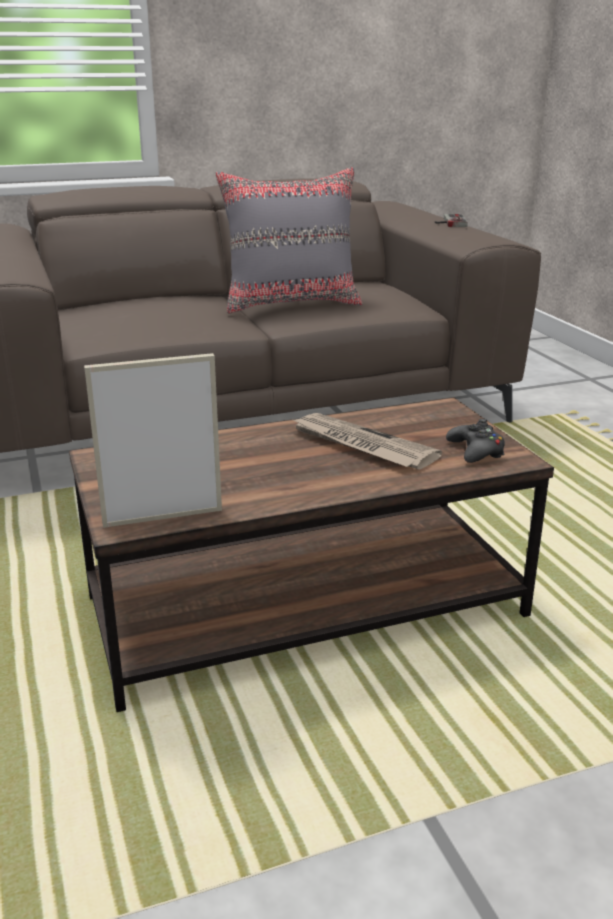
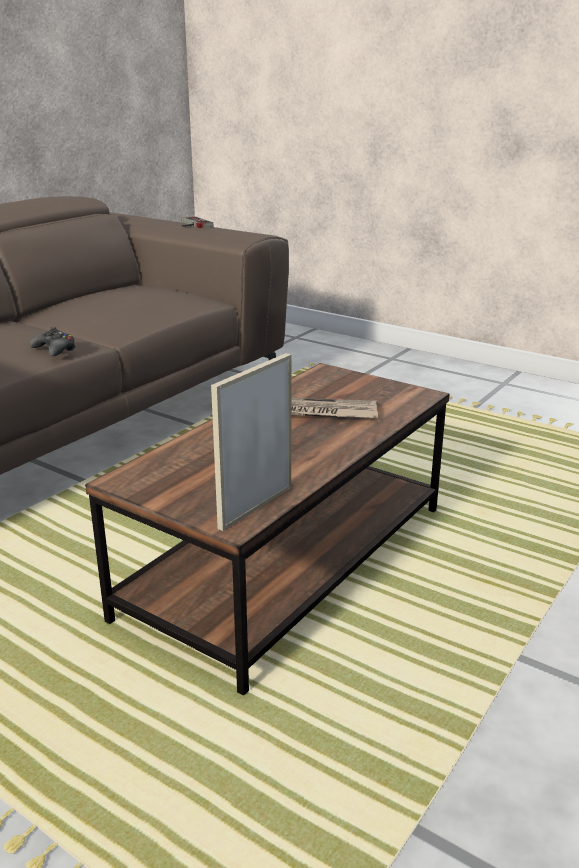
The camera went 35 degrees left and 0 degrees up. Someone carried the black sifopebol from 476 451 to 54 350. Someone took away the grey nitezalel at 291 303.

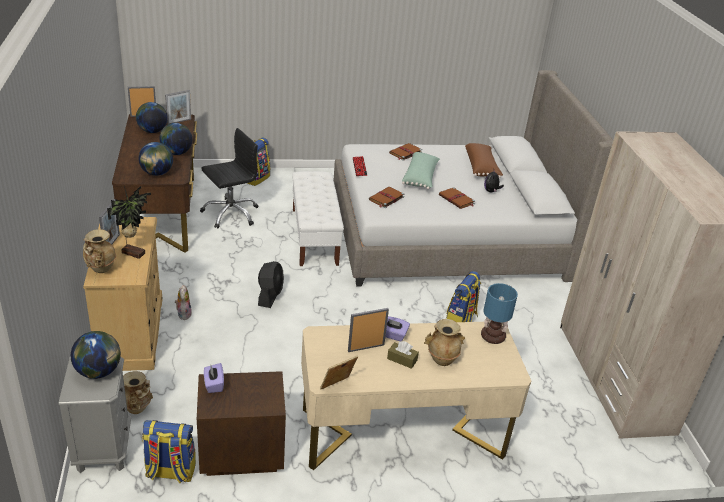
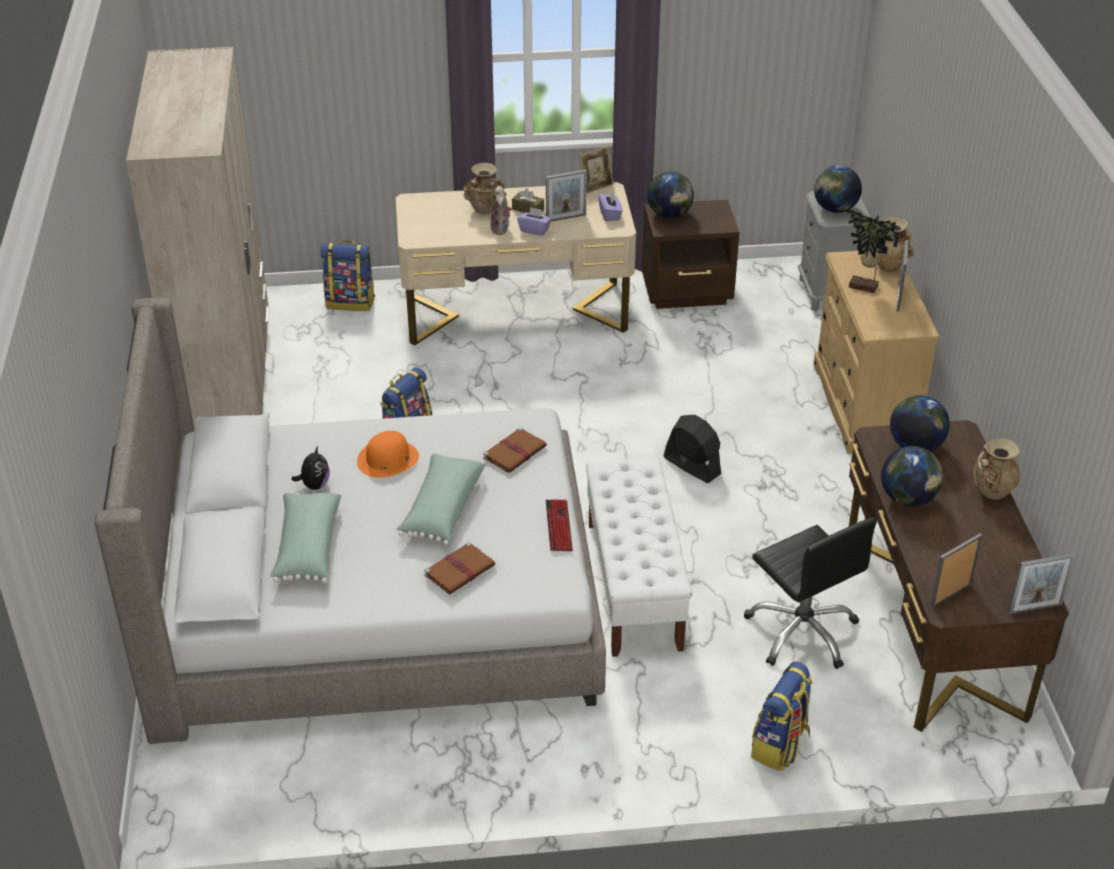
The camera went 175 degrees left and 5 degrees up. Someone repainted the brown nitezalel at 481 167, which became the green nitezalel at 307 547. Someone carried the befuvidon from 170 472 to 351 302. Someone swapped the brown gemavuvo at 457 200 for the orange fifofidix at 387 459. Someone carried the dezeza from 183 314 to 501 229. Someone carried the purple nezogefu from 214 384 to 610 214. Someone carried the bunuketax from 152 131 to 669 215. Someone rotated the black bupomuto at 270 295 by 120 degrees clockwise. Someone rotated the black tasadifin at 230 213 by 90 degrees counterclockwise. Someone carried the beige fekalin from 138 408 to 990 493. Someone took away the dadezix at 491 337.

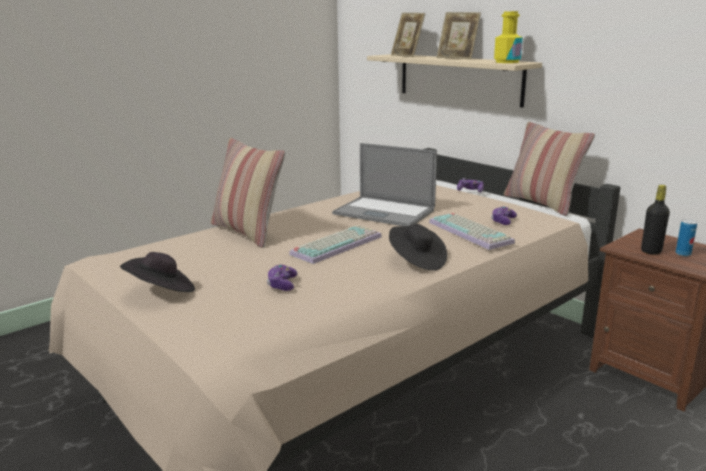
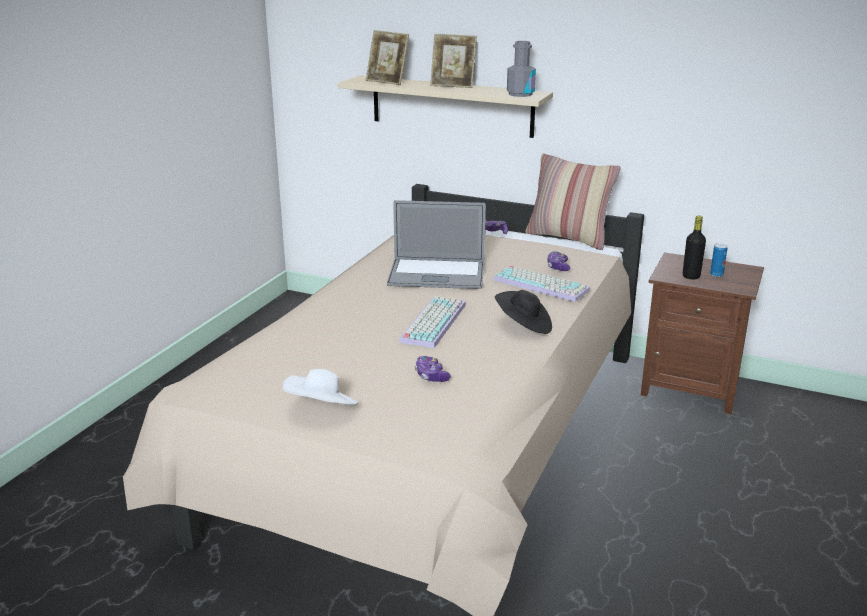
The camera went 25 degrees left and 5 degrees up. Someone repainted the black fifofidix at 161 291, which became the white fifofidix at 322 409. Someone repainted the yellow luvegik at 507 62, which became the grey luvegik at 520 94. Someone took away the nitezalel at 248 232.

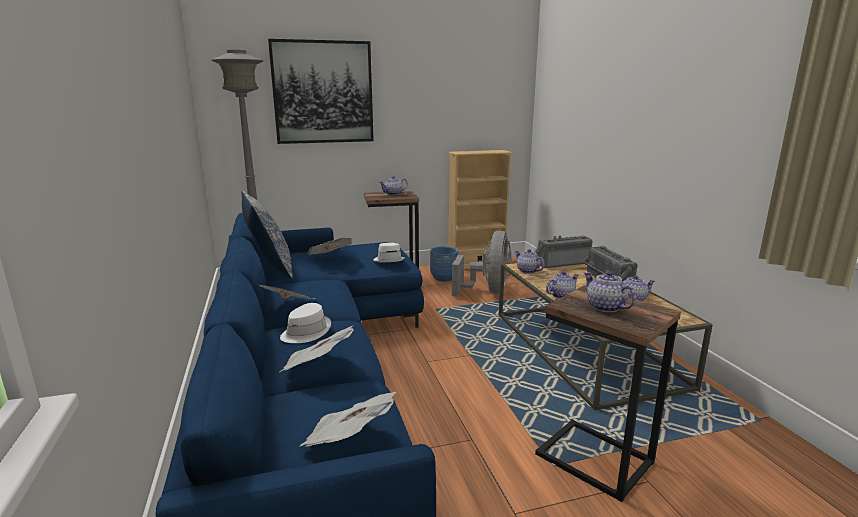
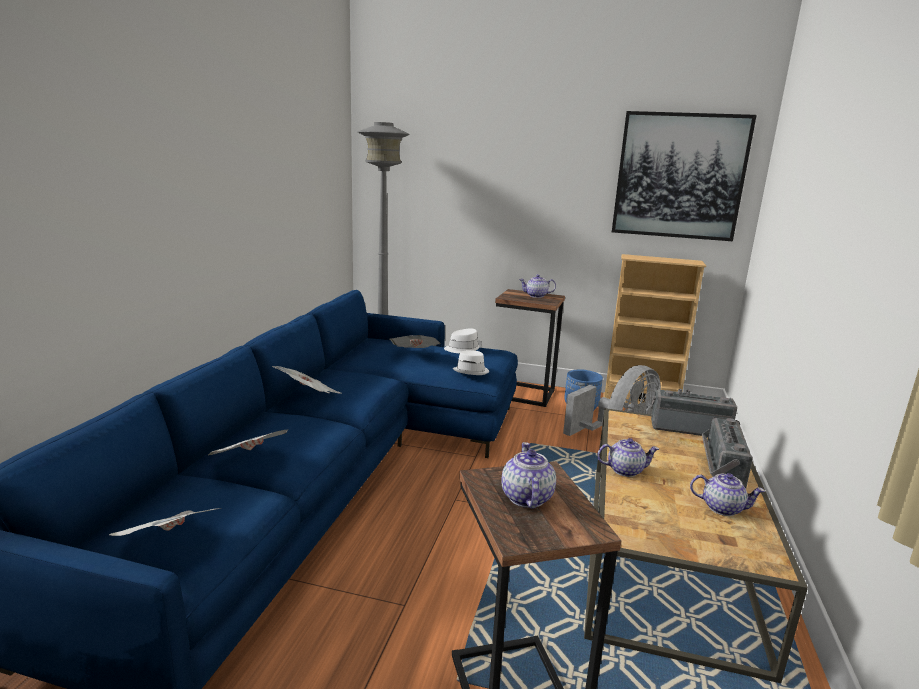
The camera went 30 degrees right and 0 degrees up. Someone carried the white fifofidix from 306 332 to 463 348. Someone carried the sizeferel from 323 92 to 679 176. Someone took away the nitezalel at 270 269. Someone took away the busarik at 527 271.

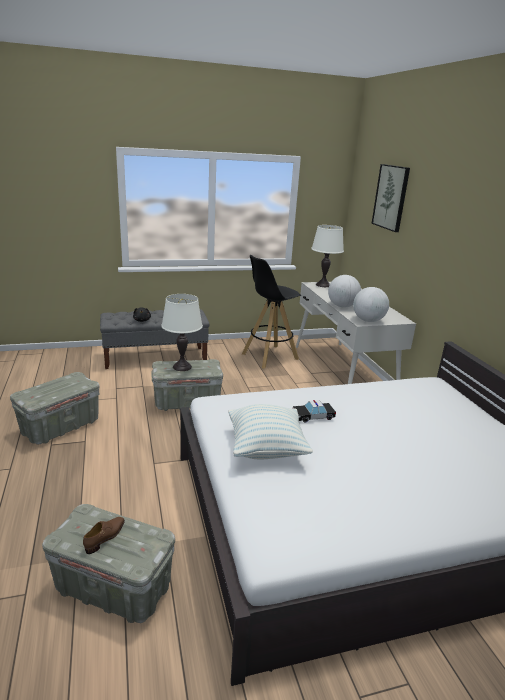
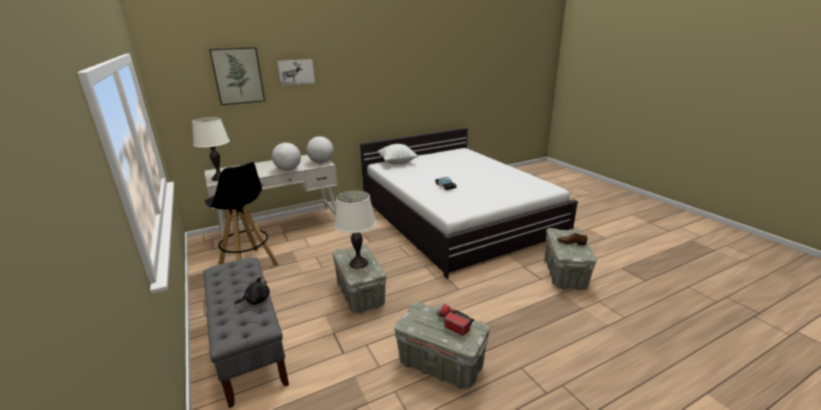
The camera went 100 degrees left and 0 degrees up. Someone put up the sizeferel at 296 72. Someone carried the nitezalel from 266 448 to 397 162. Someone put down the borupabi at 453 323.

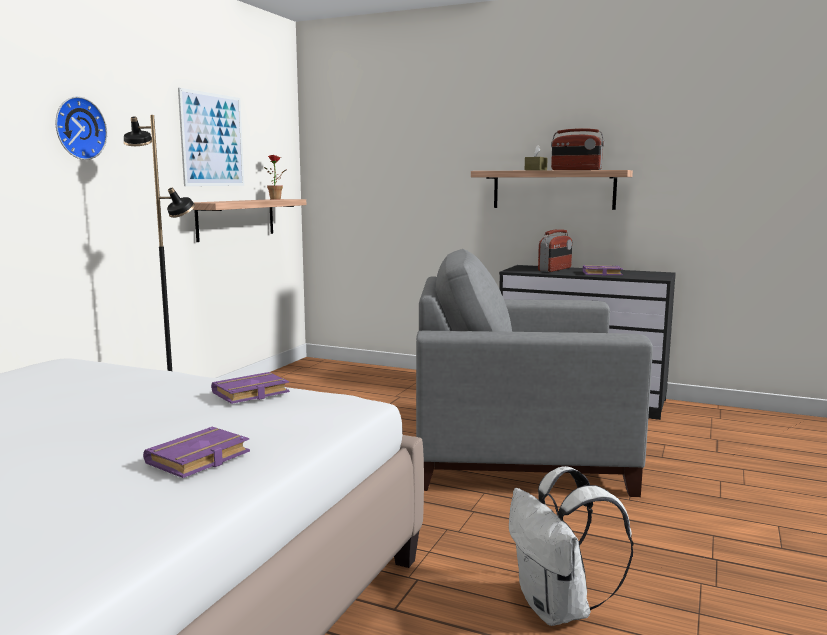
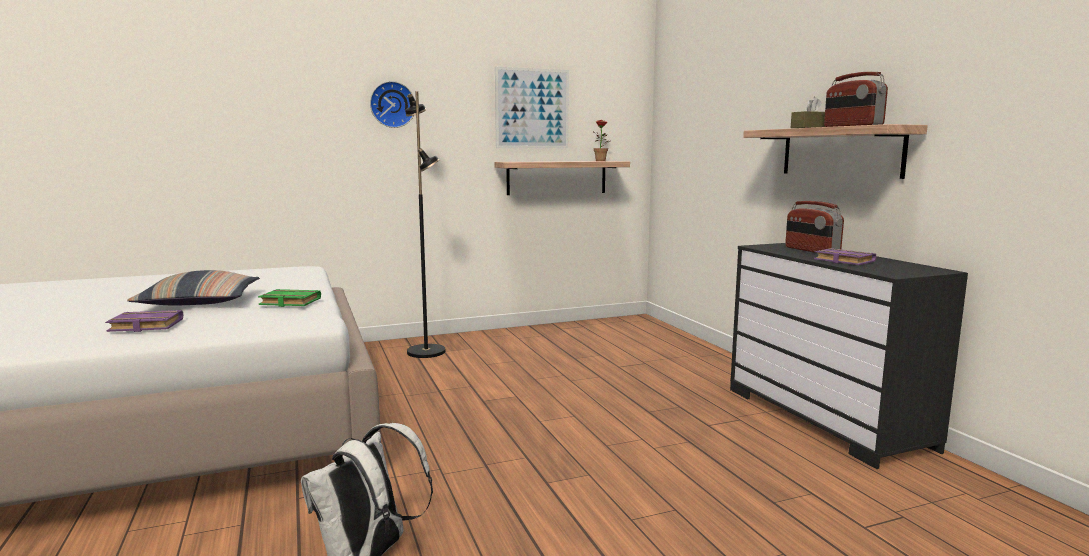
The camera went 45 degrees right and 0 degrees up. Someone put down the nitezalel at 200 303. Someone repainted the purple gemavuvo at 250 394, which became the green gemavuvo at 288 302. Someone rotated the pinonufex at 555 269 by 75 degrees clockwise. Someone took away the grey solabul at 522 451.

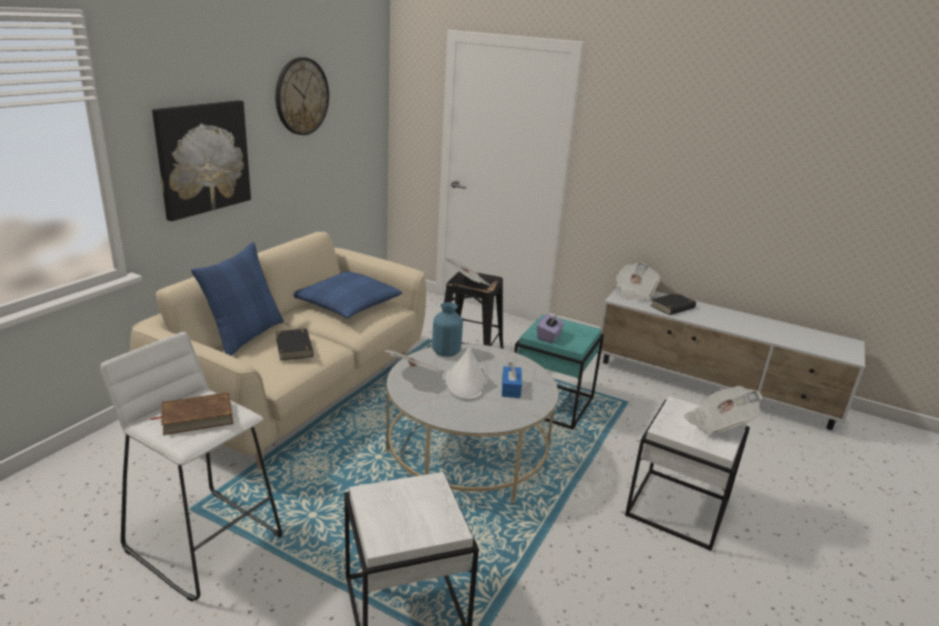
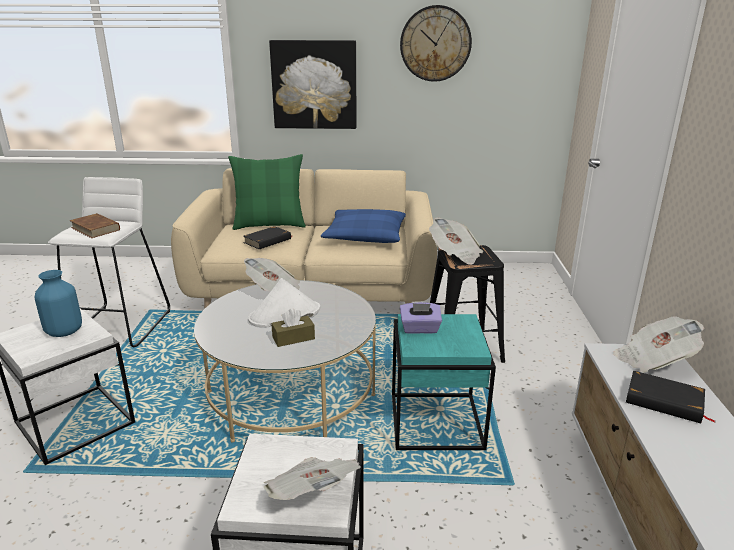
The camera went 65 degrees right and 0 degrees up. Someone carried the blue fekalin from 446 353 to 64 332. Someone repainted the blue nitezalel at 245 336, which became the green nitezalel at 269 225. Someone repainted the blue nezogefu at 511 388, which became the brown nezogefu at 293 338.

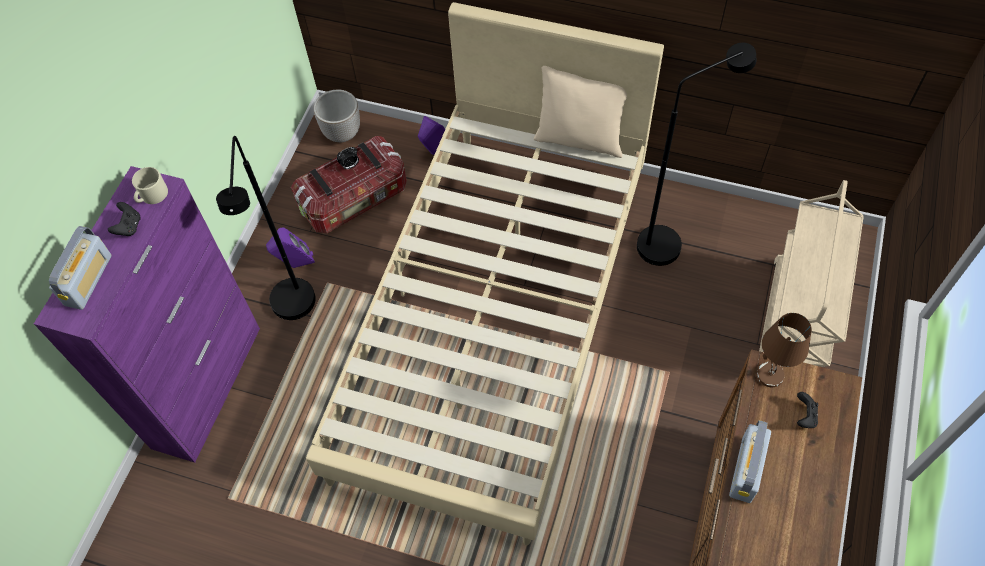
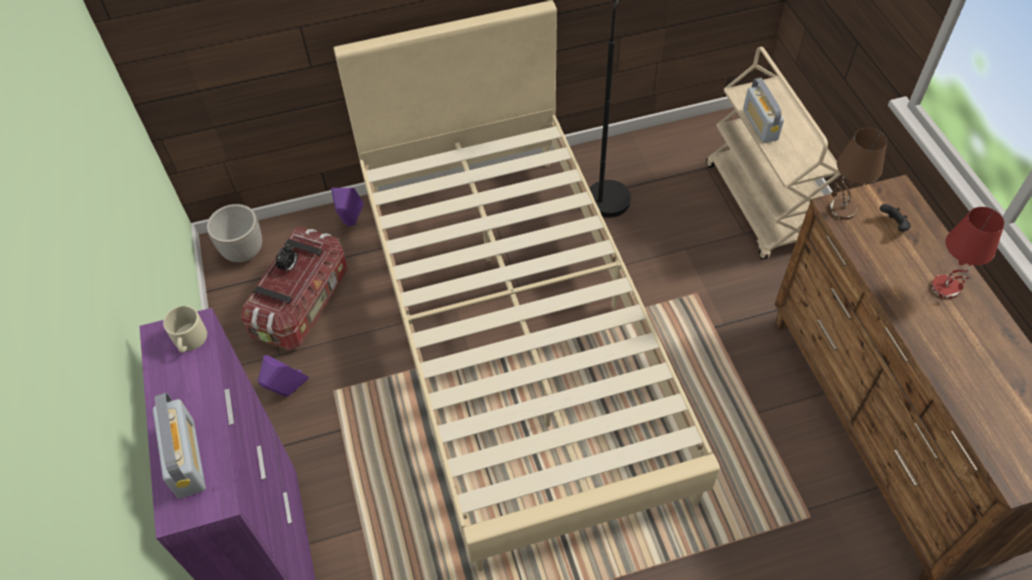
The camera went 35 degrees left and 5 degrees down. Someone carried the pinonufex from 746 470 to 760 124. Someone put down the red dadezix at 946 288. Someone took away the black sifopebol at 129 227. Someone took away the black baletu at 295 312. Someone took away the beige nitezalel at 580 139.

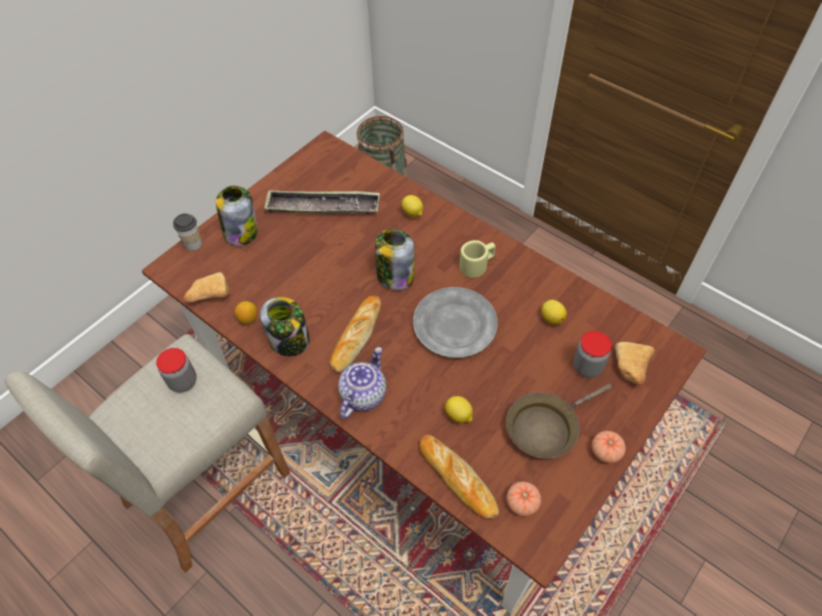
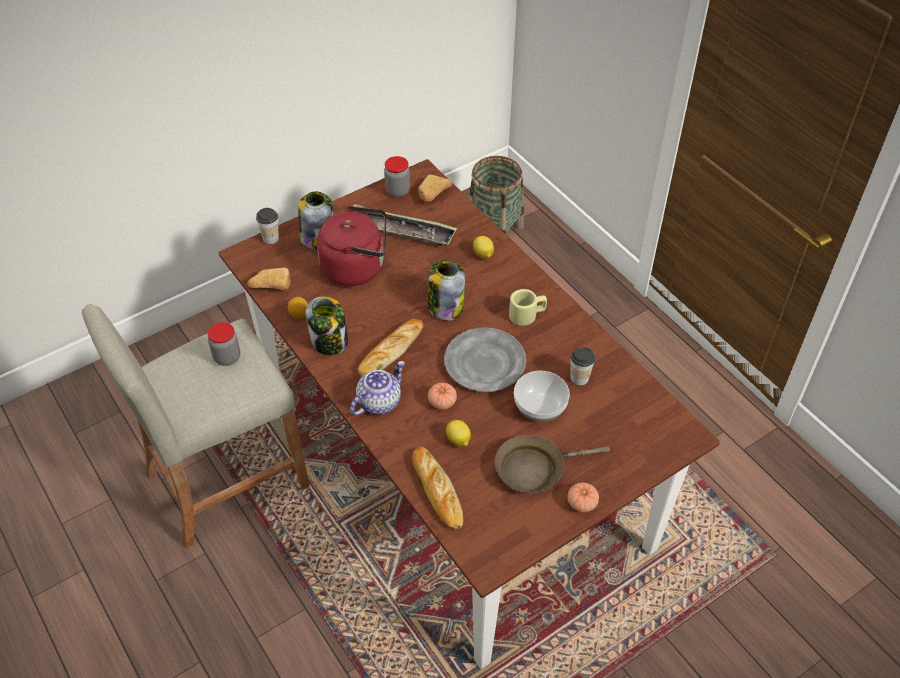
The camera went 15 degrees right and 5 degrees down. Someone put down the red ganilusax at 357 267. Someone carried the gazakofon from 587 367 to 397 191. Someone carried the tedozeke from 631 368 to 431 195. Someone carried the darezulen from 522 503 to 442 402. Someone put down the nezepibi at 539 408. Someone swapped the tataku at 551 318 for the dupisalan at 579 378.

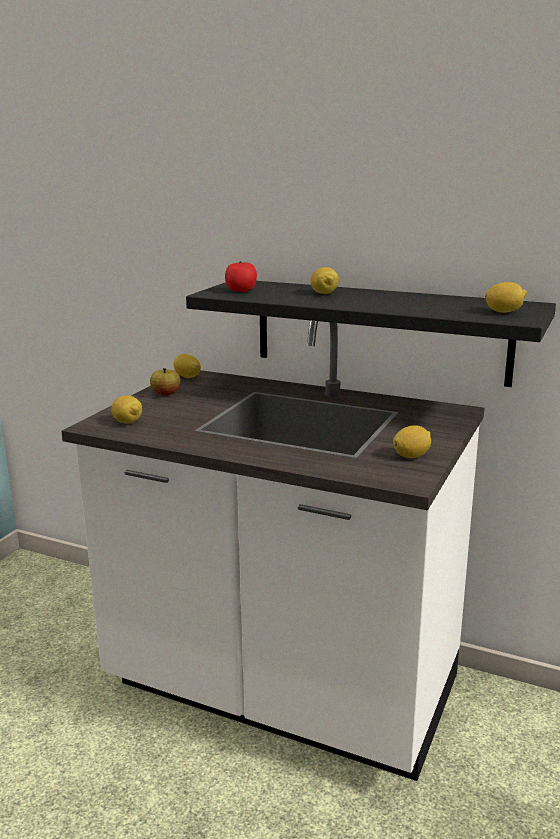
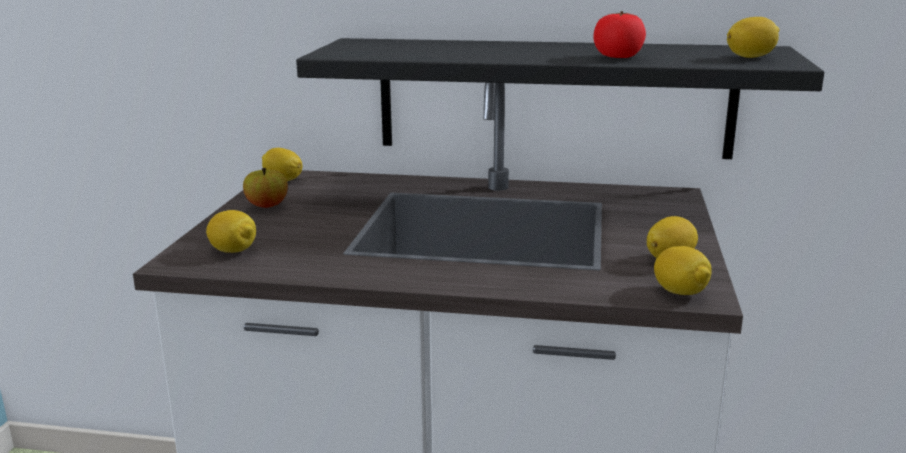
The camera went 15 degrees left and 0 degrees up. Someone carried the darezulen from 241 291 to 618 57. Someone carried the tataku from 324 293 to 680 292.

